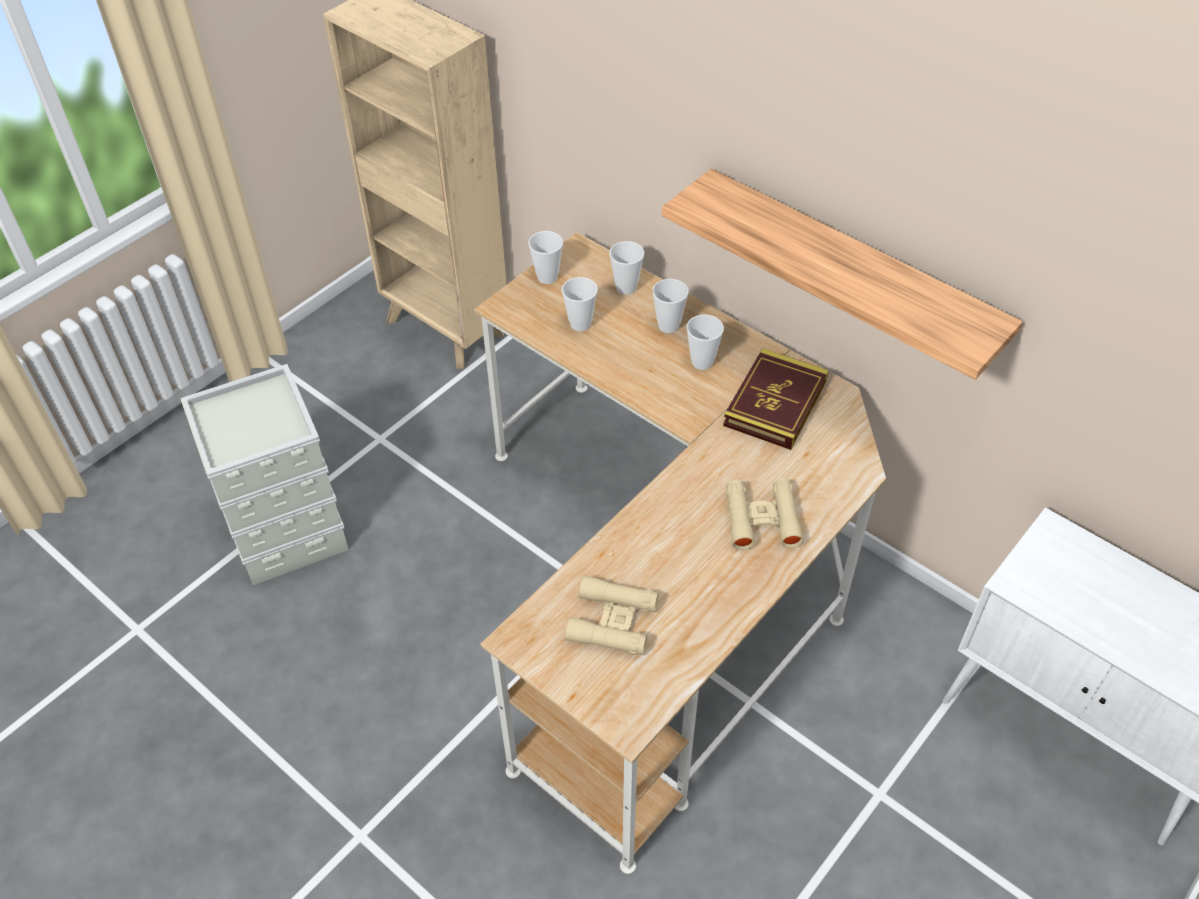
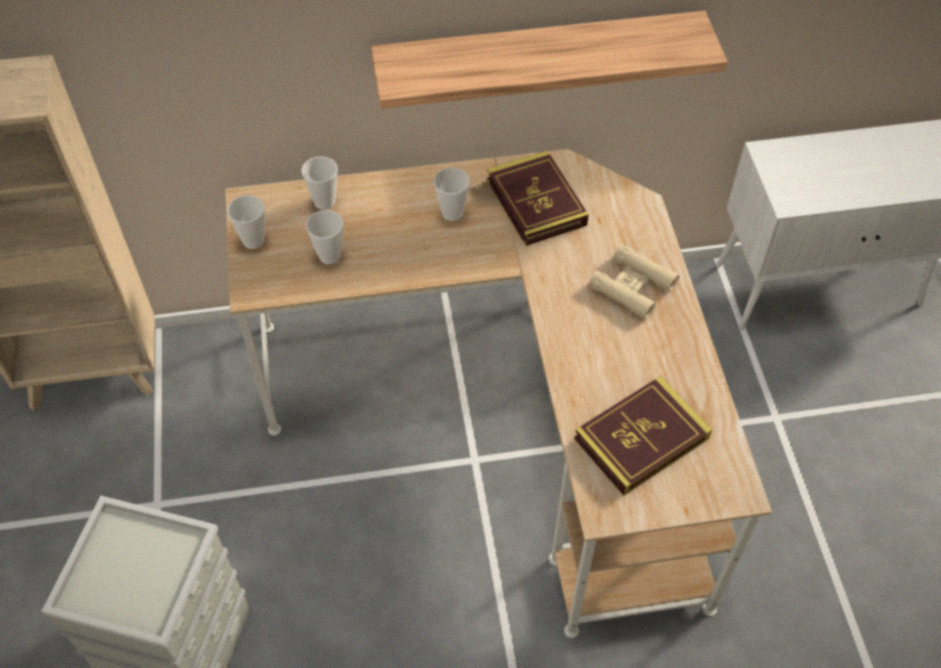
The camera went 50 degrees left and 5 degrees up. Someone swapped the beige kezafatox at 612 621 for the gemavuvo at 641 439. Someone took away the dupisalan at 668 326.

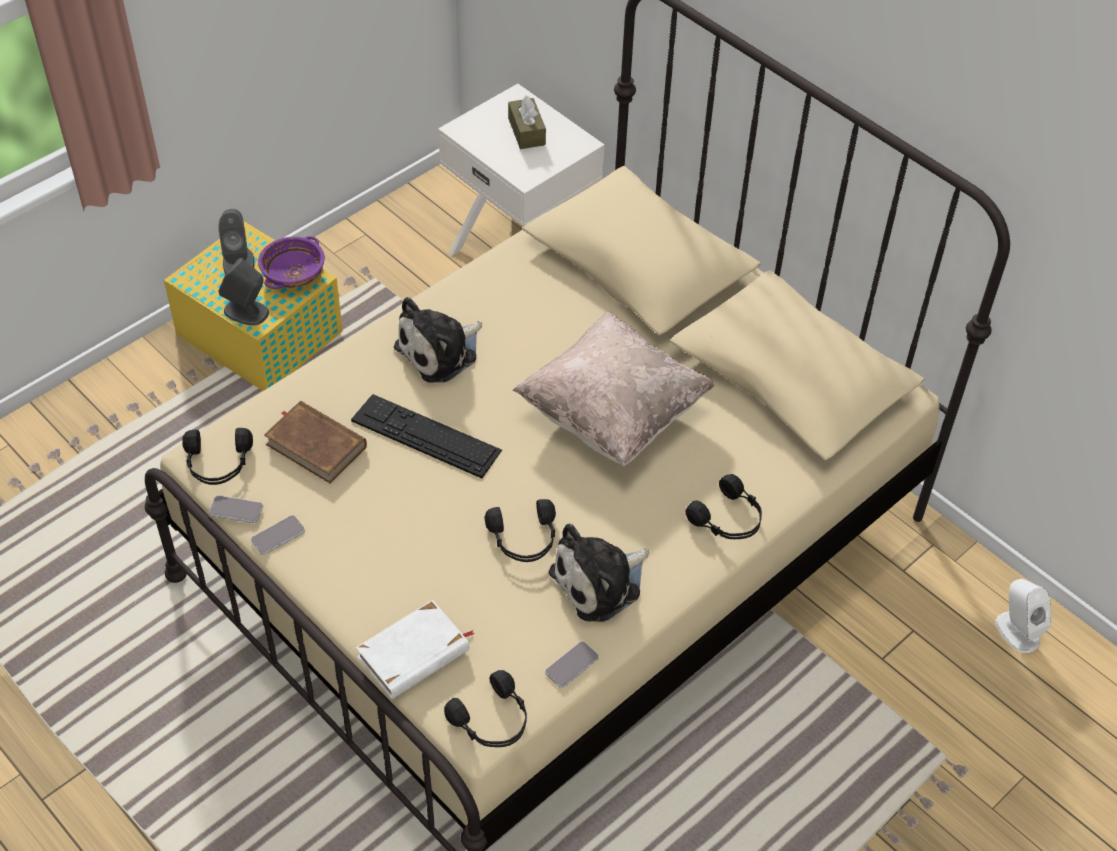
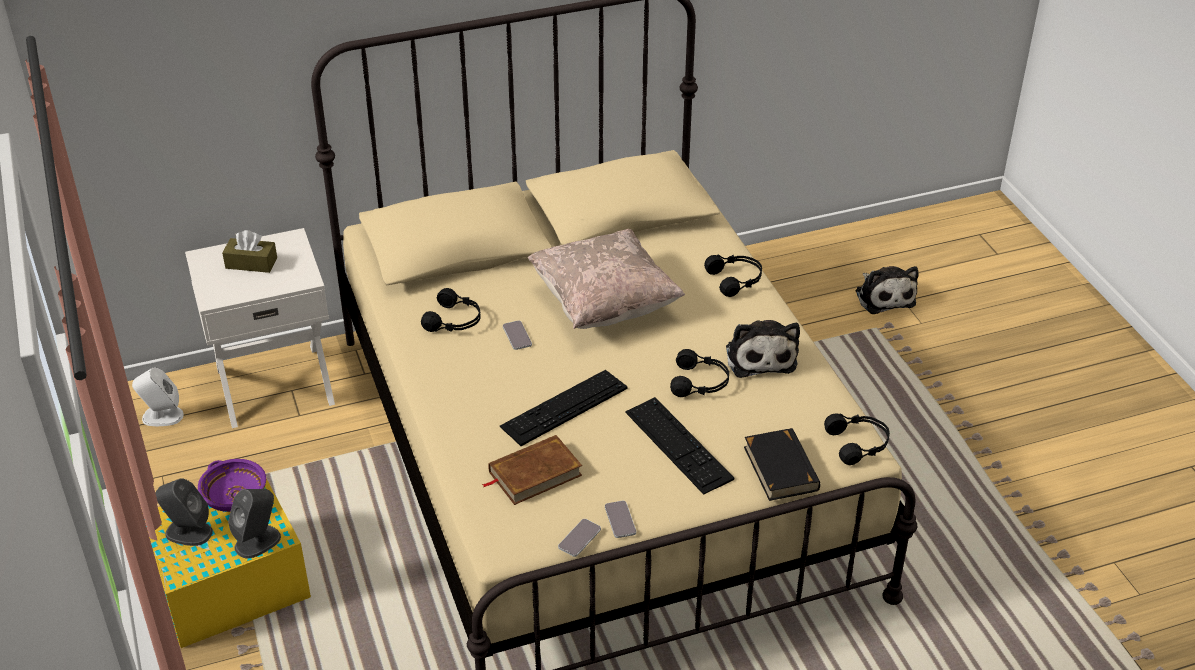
The camera went 65 degrees left and 10 degrees down. Someone carried the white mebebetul from 1017 631 to 162 416. Someone carried the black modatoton from 218 464 to 454 321. Someone carried the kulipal from 571 665 to 517 336. Someone put down the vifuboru at 678 445. Someone repainted the white gemavuvo at 414 654, which became the black gemavuvo at 781 468. Someone carried the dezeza from 440 351 to 884 296.

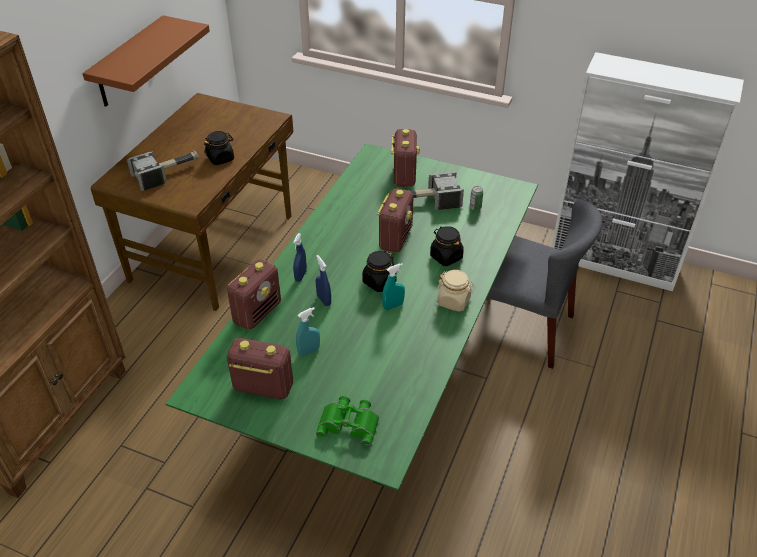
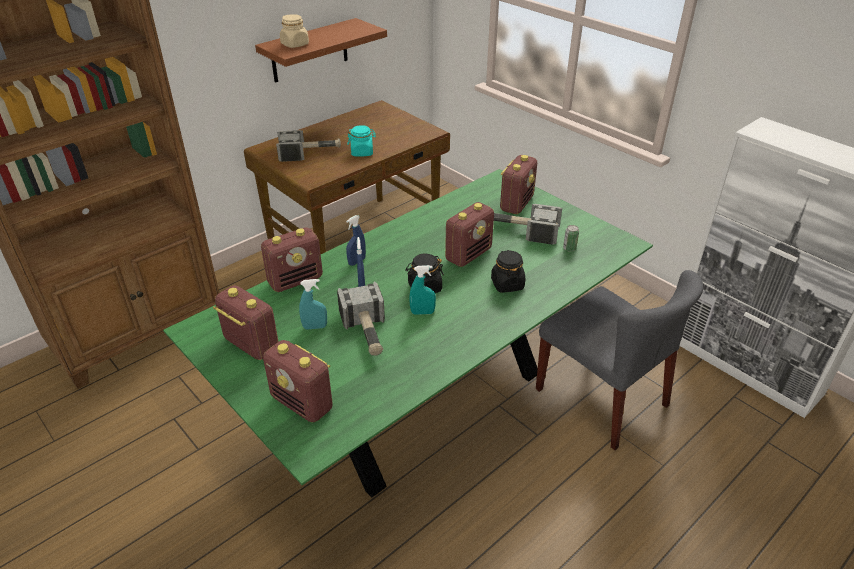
The camera went 25 degrees right and 5 degrees down. Someone swapped the green kezafatox at 349 423 for the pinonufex at 302 403. Someone carried the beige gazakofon from 454 301 to 295 44. Someone put down the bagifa at 367 332. Someone repainted the black gazakofon at 221 158, which became the turquoise gazakofon at 362 152.

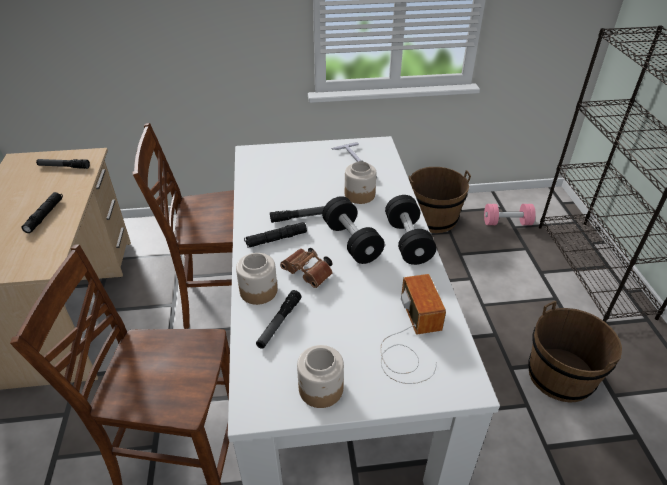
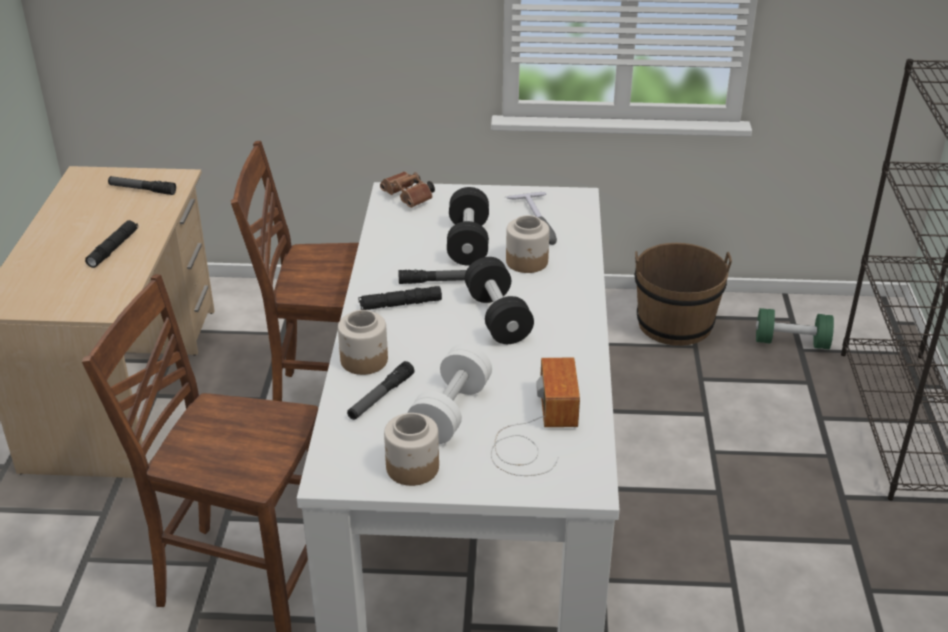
The camera went 10 degrees right and 5 degrees down. Someone carried the brown kezafatox from 309 274 to 409 198. Someone put down the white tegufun at 450 412. Someone carried the black tegufun from 408 241 to 468 242. Someone repainted the pink tegufun at 507 223, which became the green tegufun at 791 342. Someone took away the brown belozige at 560 375.

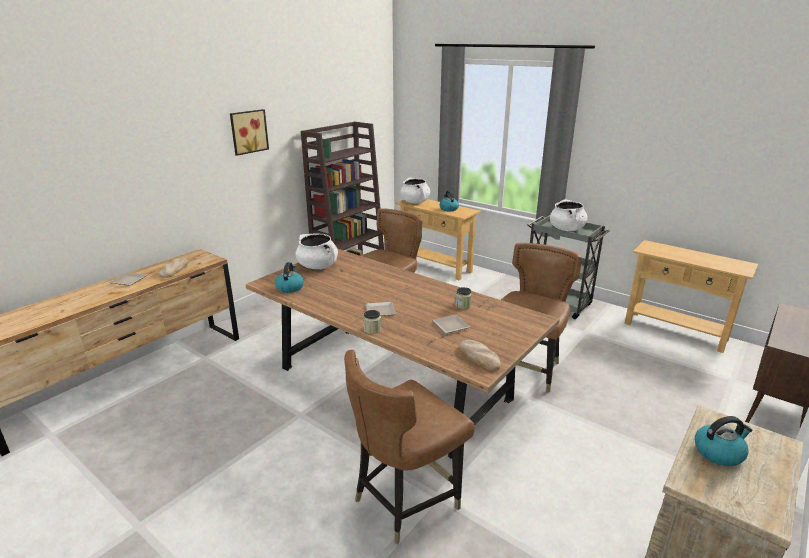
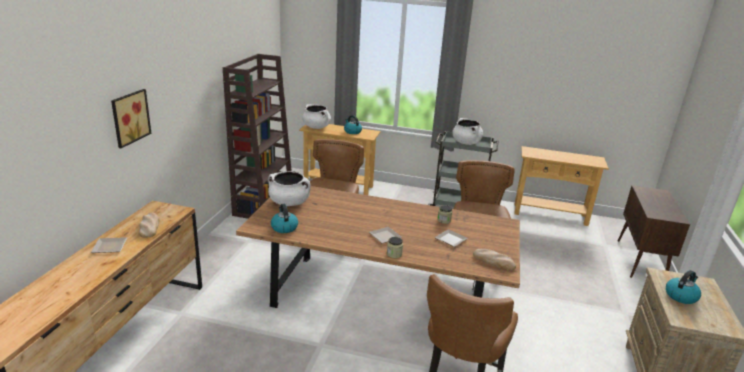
The camera went 25 degrees left and 0 degrees up. Someone carried the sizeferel from 248 131 to 129 117.

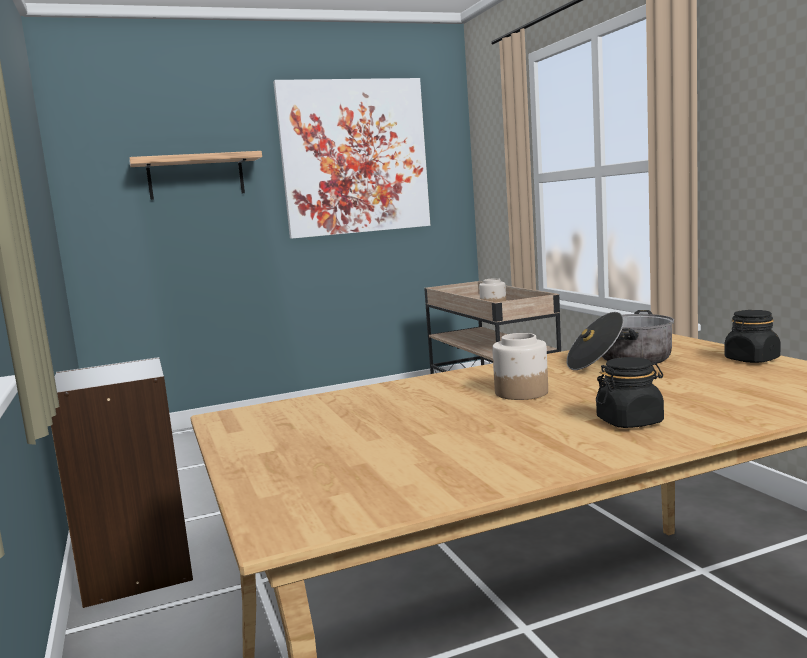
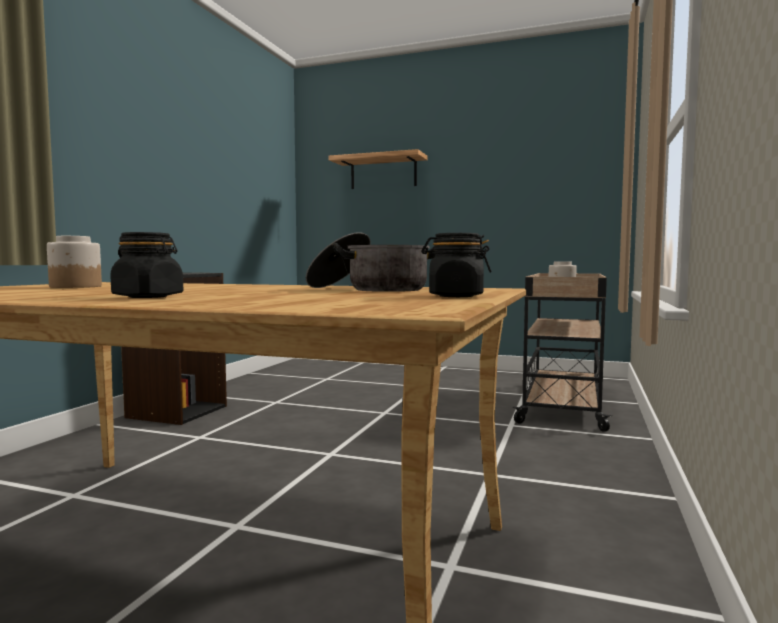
The camera went 40 degrees right and 5 degrees down. Someone carried the gazakofon from 521 393 to 75 286. Someone took away the sizeferel at 354 157.

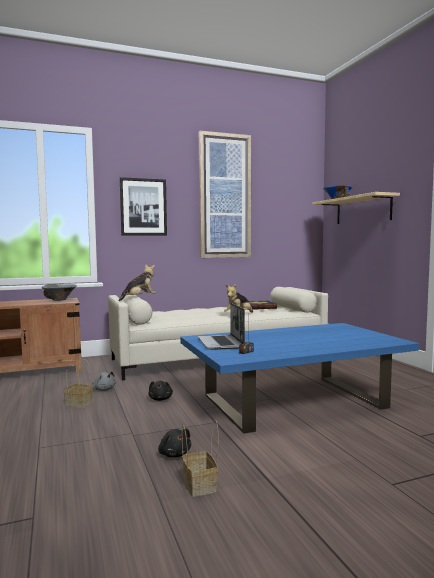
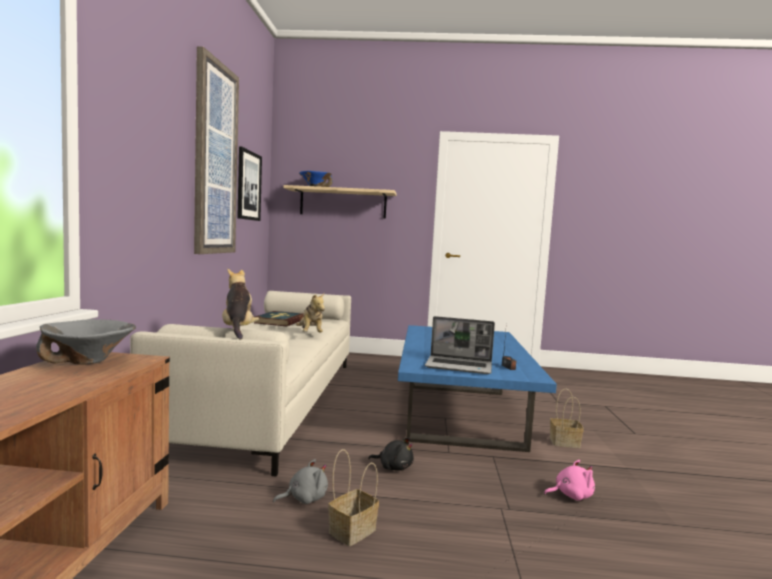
The camera went 65 degrees left and 0 degrees up. Someone carried the sizeferel from 143 207 to 248 186. Someone repainted the black dezeza at 174 454, which became the pink dezeza at 571 495. Someone carried the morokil from 200 486 to 565 442.

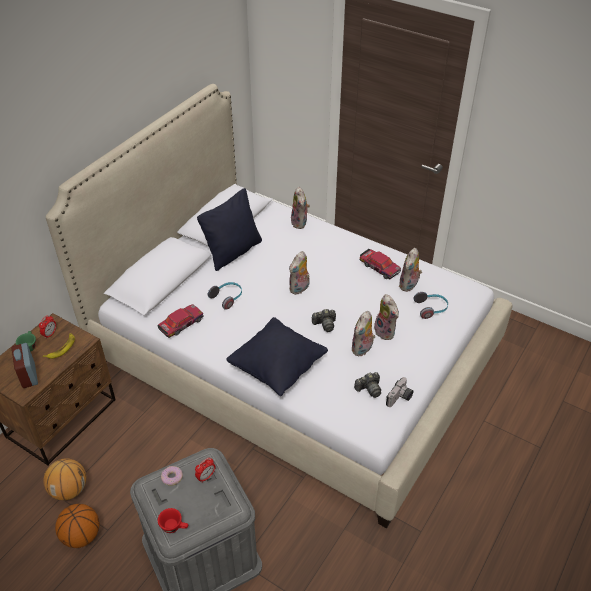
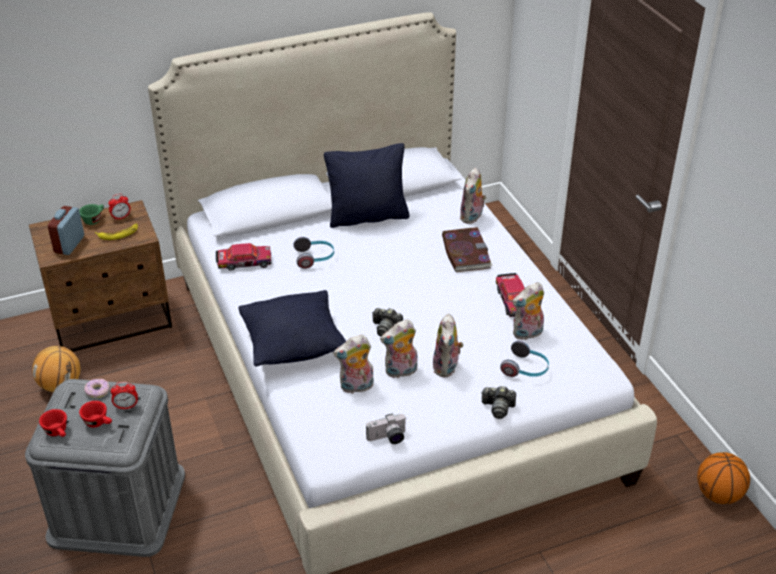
The camera went 35 degrees right and 5 degrees down. Someone put down the red dupisalan at 99 422. Someone carried the dezeza from 299 289 to 356 387. Someone put down the gemavuvo at 465 252. Someone carried the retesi from 369 389 to 498 408. Someone carried the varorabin from 82 536 to 718 495.

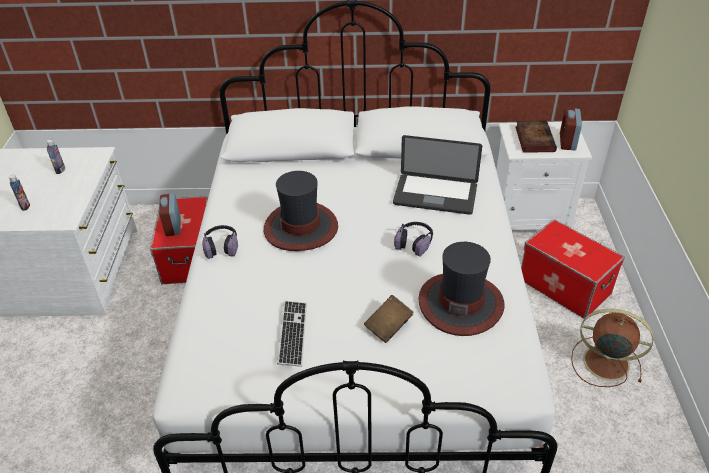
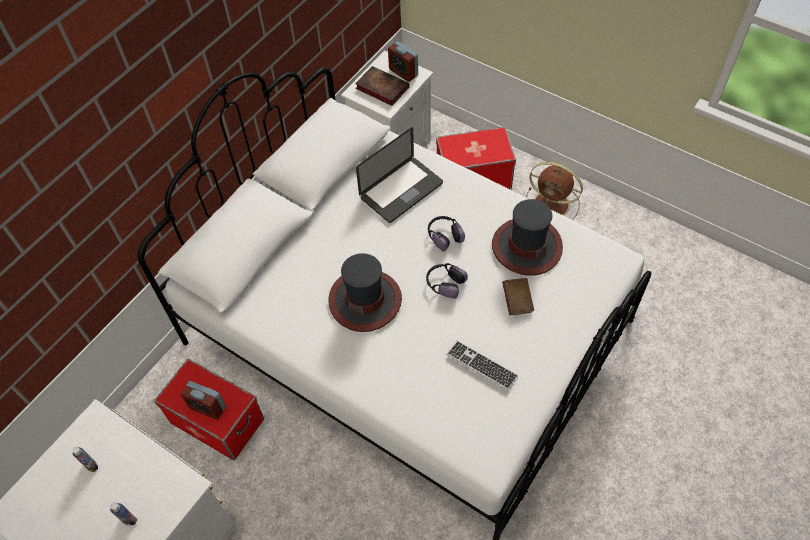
The camera went 55 degrees left and 15 degrees up. Someone carried the modatoton from 222 246 to 445 283. Someone rotated the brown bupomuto at 603 362 by 120 degrees counterclockwise.

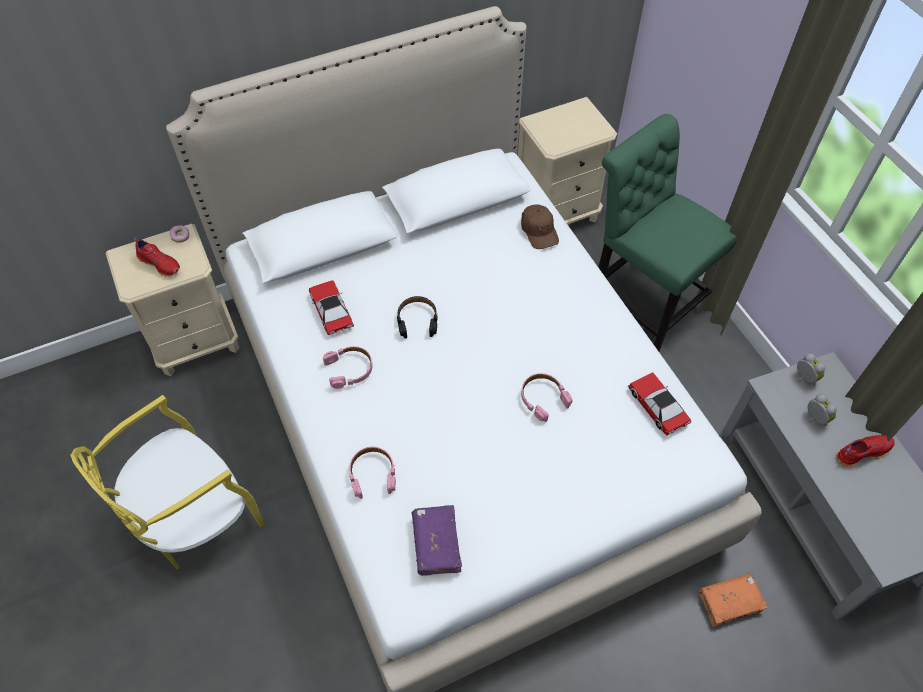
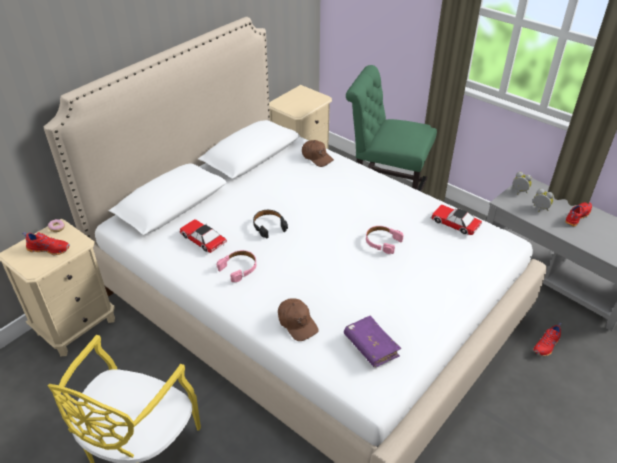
The camera went 25 degrees left and 15 degrees down. Someone swapped the pink modatoton at 372 474 for the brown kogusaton at 297 323. Someone swapped the orange gemavuvo at 730 601 for the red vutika at 546 345.

